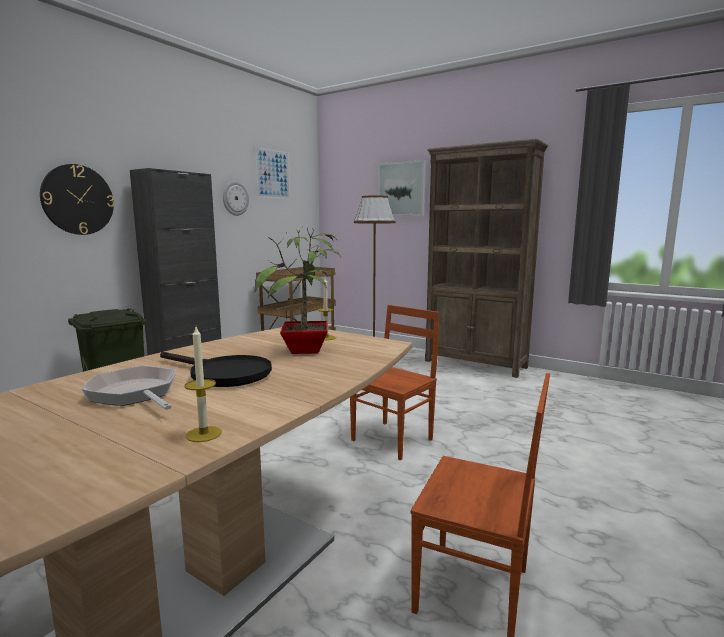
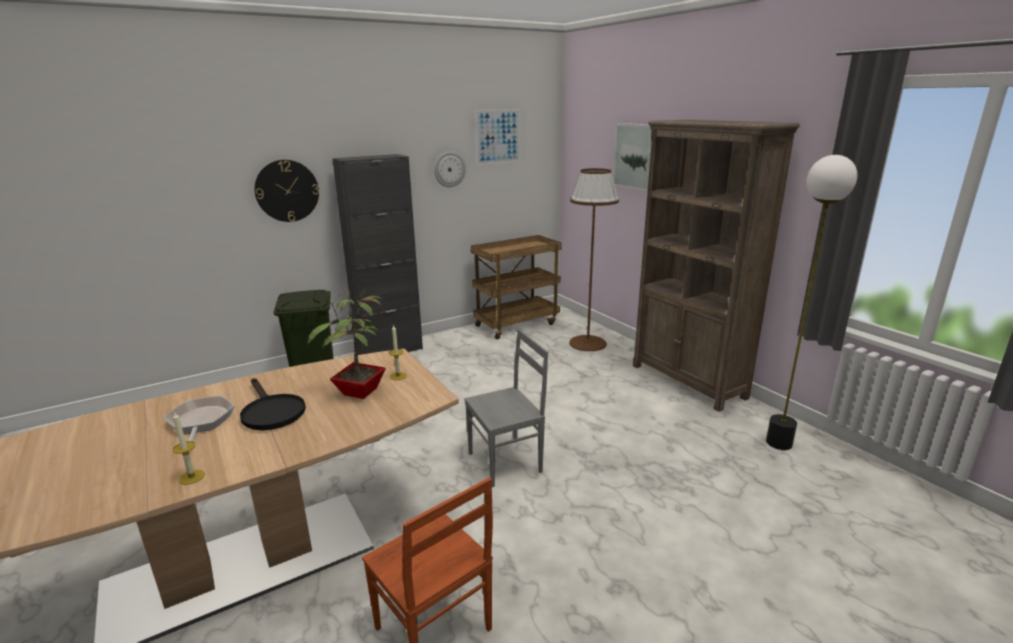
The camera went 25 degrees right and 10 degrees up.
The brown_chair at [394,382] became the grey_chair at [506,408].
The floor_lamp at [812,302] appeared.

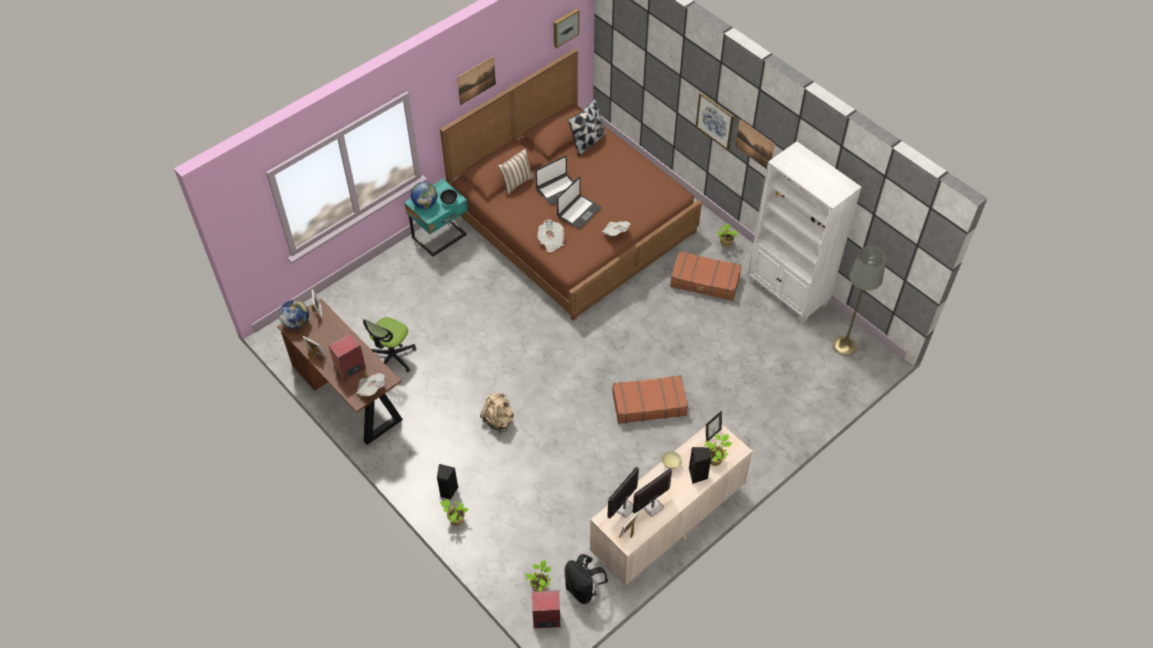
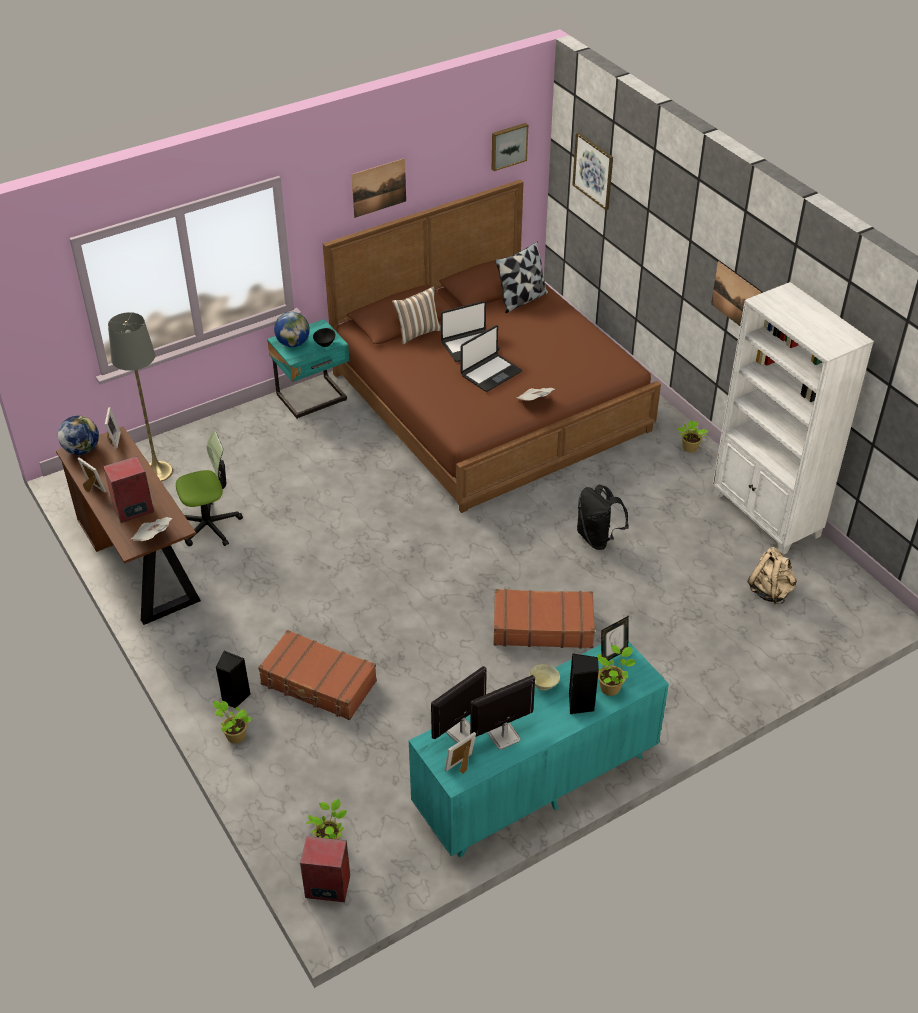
The camera went 10 degrees right and 10 degrees down.
The picture moved from [715,121] to [592,171].
The printed_paper at [550,236] disappeared.
The grey_floor_lamp moved from [859,301] to [140,397].
The brown_suitcase moved from [706,276] to [317,675].
The desk_chair at [389,344] turned 150 degrees counterclockwise.
The sand-coloured_knapsack moved from [497,412] to [772,575].
The sand-coloured_dresser at [671,505] became the blue-green_dresser at [539,749].
The black-coloured_knapsack moved from [586,579] to [603,517].

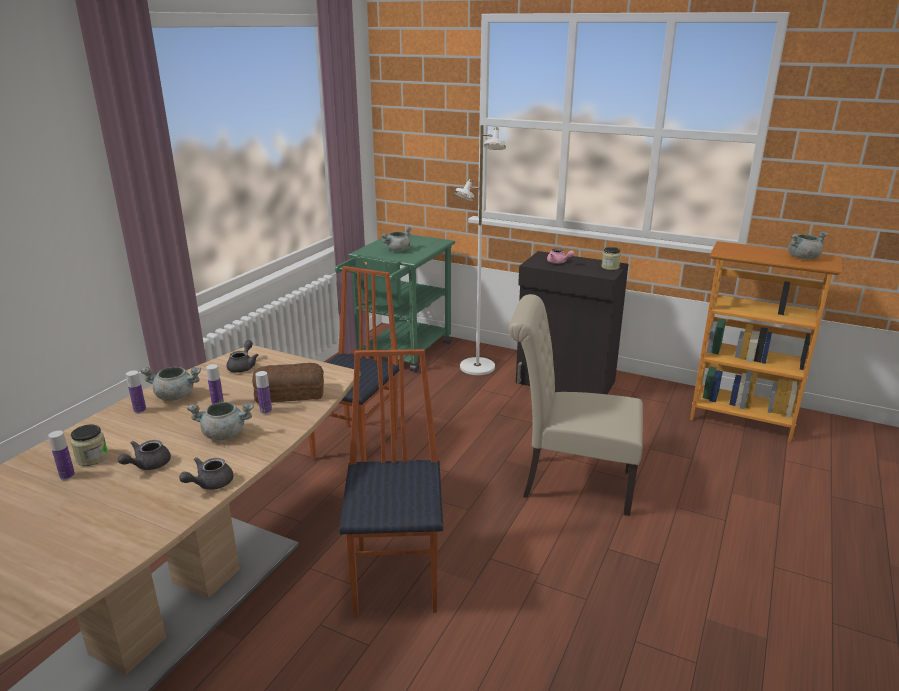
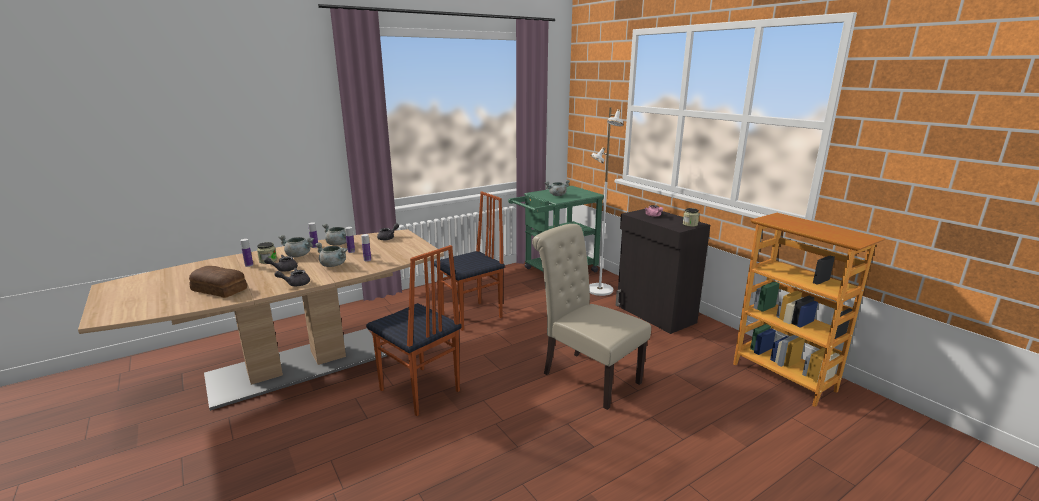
The camera went 30 degrees right and 5 degrees down.
The grey_saucepot moved from [808,245] to [296,246].
The chair at [391,482] turned 105 degrees clockwise.
The bakery_bread moved from [288,383] to [218,282].

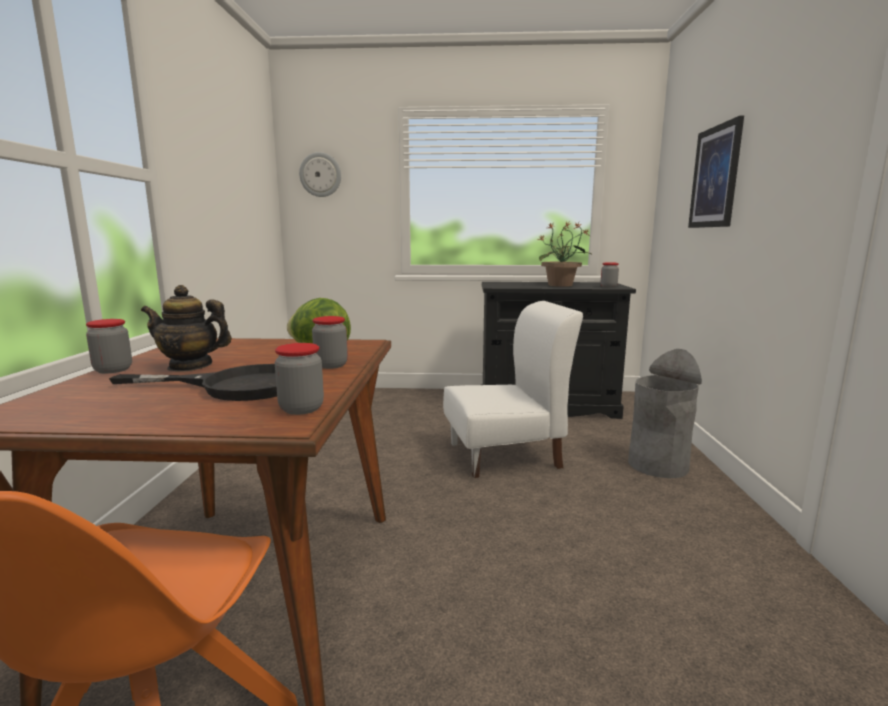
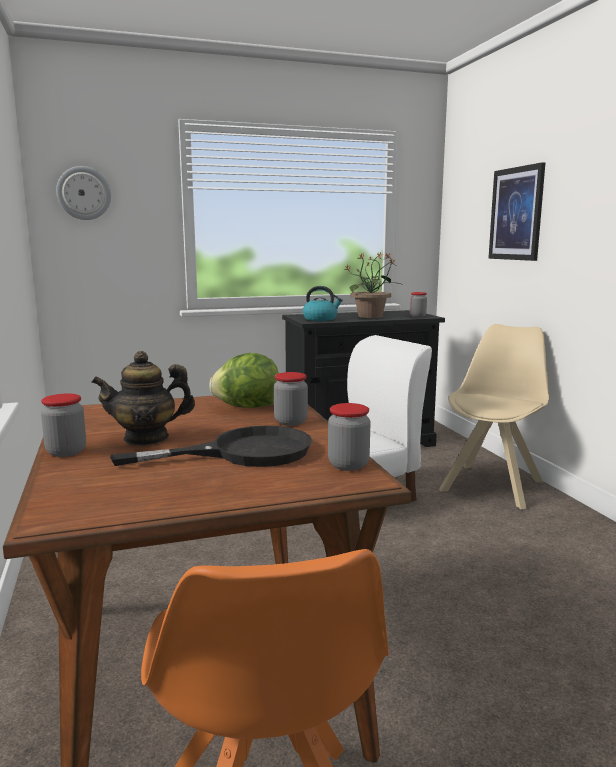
The camera went 20 degrees left and 0 degrees up.
The grey_trash_can at [665,413] was replaced by the sand-coloured_chair at [494,416].
The tea_kettle at [323,303] appeared.

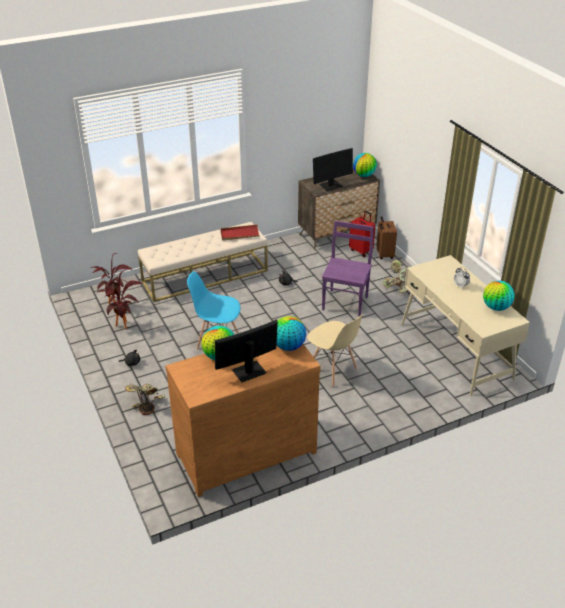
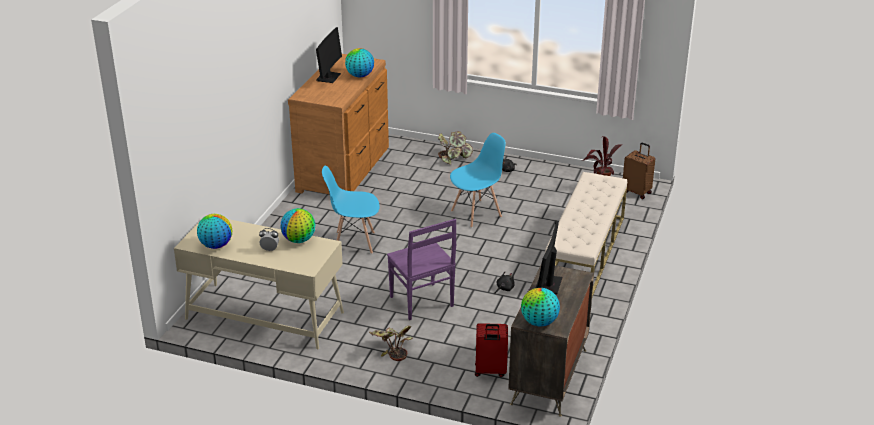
The camera went 135 degrees right and 5 degrees down.
The brown_suitcase moved from [386,237] to [639,171].
The reddish_carrying_tray at [240,233] disappeared.
The potted_plant at [120,300] disappeared.
The sand-coloured_chair at [335,350] became the blue-coloured_chair at [351,210].
The desk_globe moved from [291,333] to [297,225].

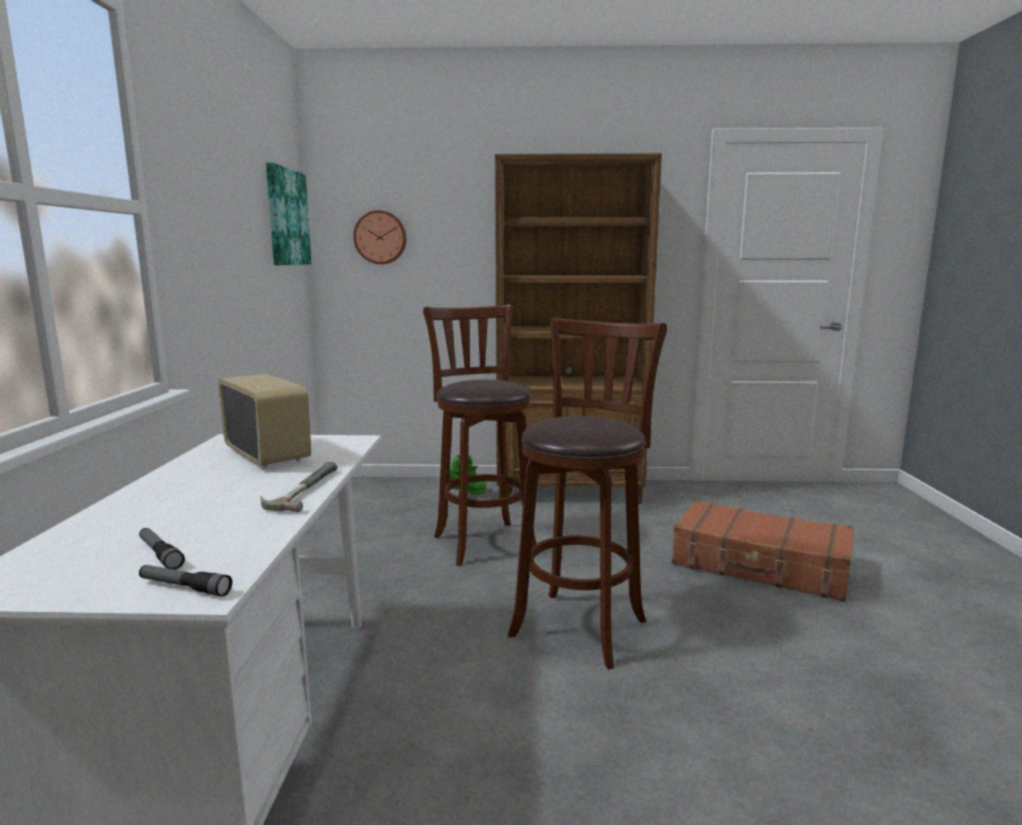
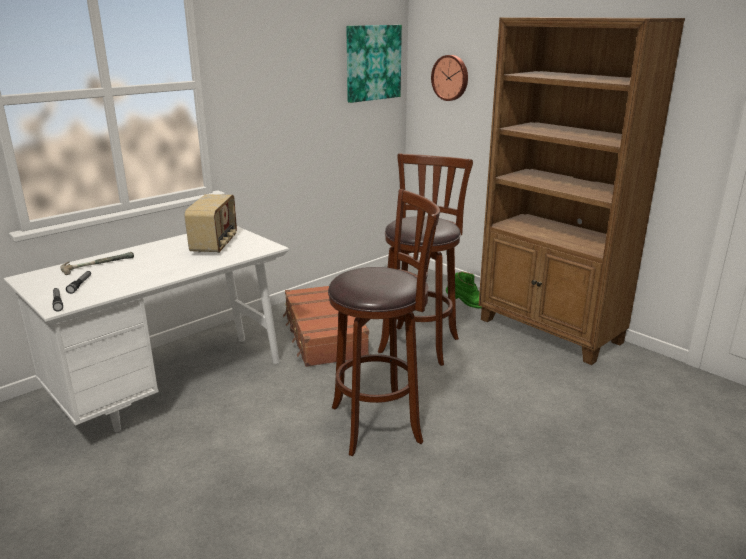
The camera went 45 degrees right and 10 degrees up.
The hammer moved from [298,487] to [97,263].
The brown_suitcase moved from [763,551] to [326,326].

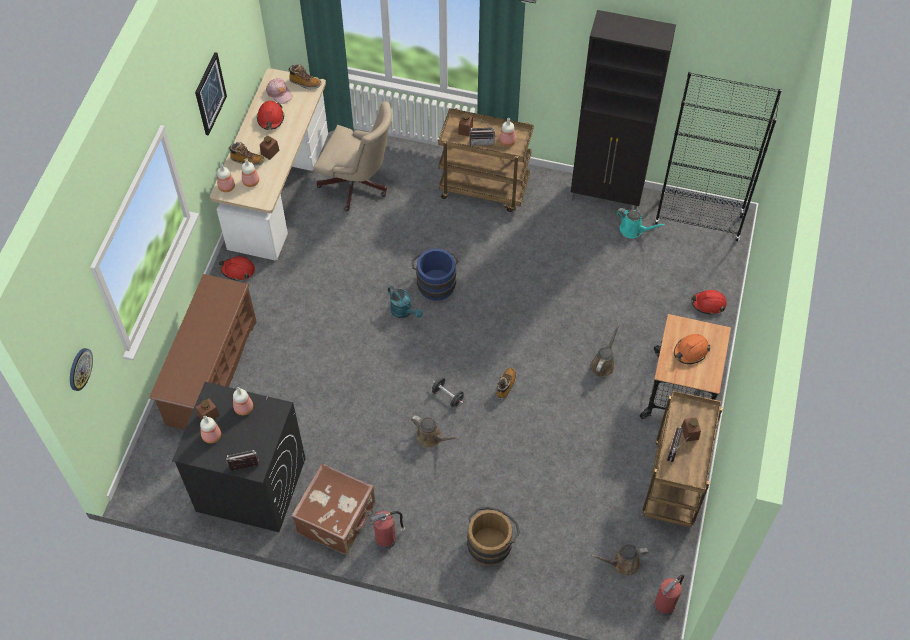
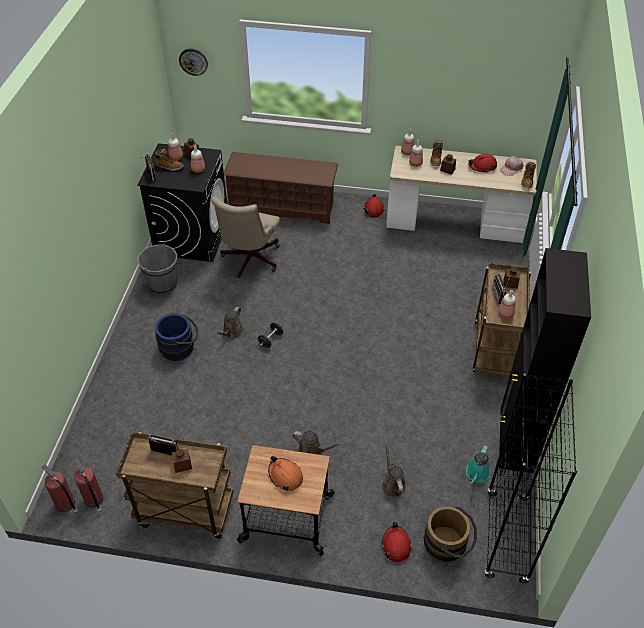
The camera went 85 degrees right and 10 degrees down.
The picture at [211,94] disappeared.
The sand-coloured_desk_chair moved from [352,156] to [246,237].
The blue-coloured_water_bucket moved from [435,275] to [177,336].
The blue-green_watering_pot at [405,302] disappeared.
The boot moved from [506,384] to [169,160].
The brown_suitcase at [333,509] was replaced by the grey_water_bucket at [157,268].
The brown_water_bucket moved from [493,536] to [450,534].
The fire-fighting_cylinder moved from [387,530] to [89,485].
The brown_watering_pot moved from [620,560] to [394,469].

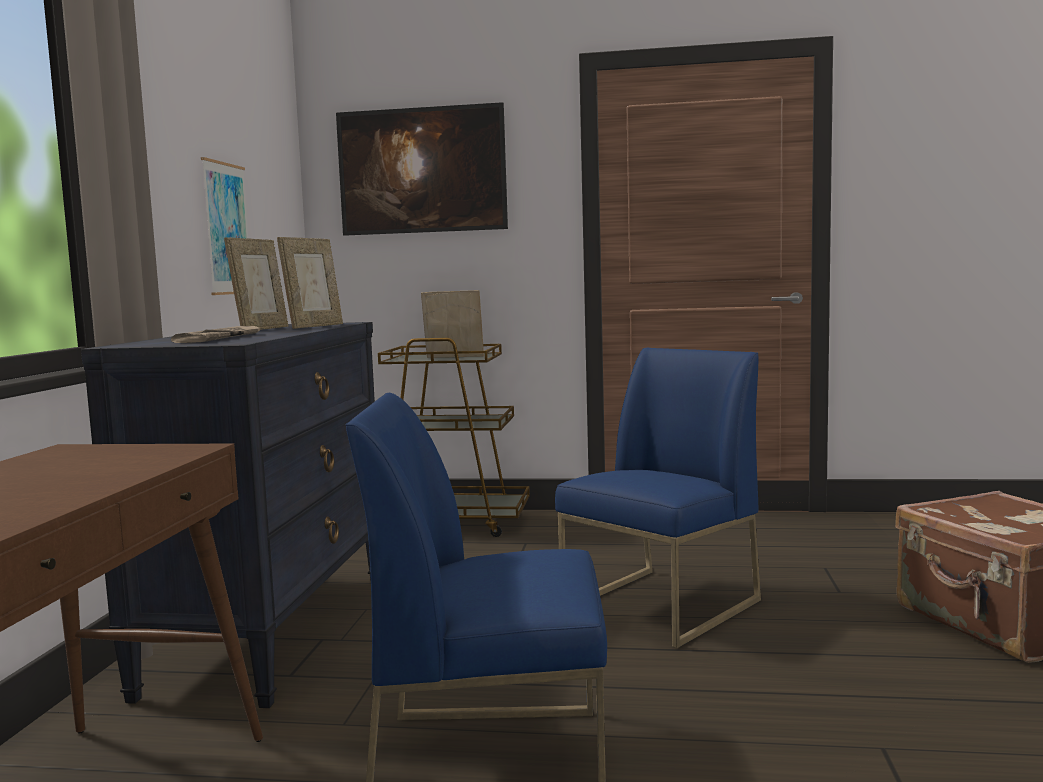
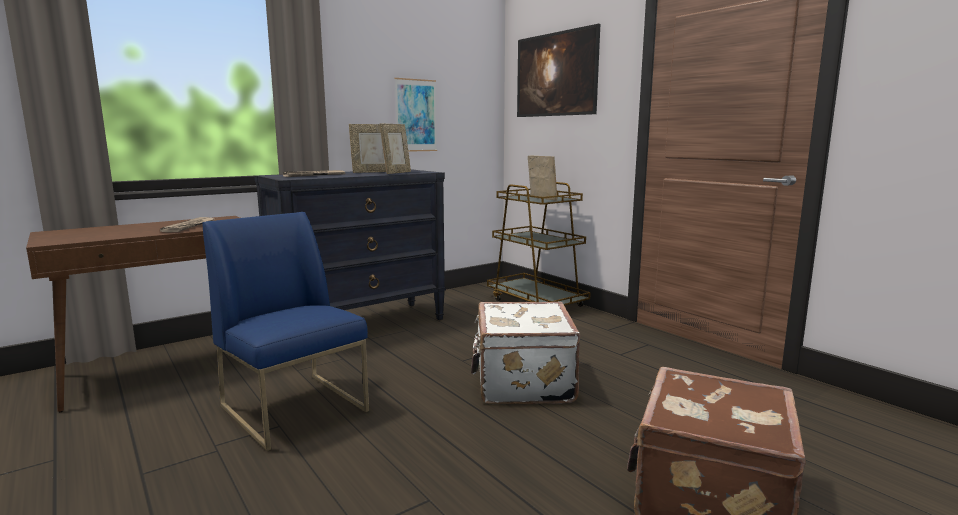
The camera went 45 degrees right and 5 degrees up.
The standing_frame at [310,283] turned 45 degrees counterclockwise.
The blue-coloured_chair at [658,498] was replaced by the white-coloured_suitcase at [525,353].
The printed_paper at [187,224] appeared.

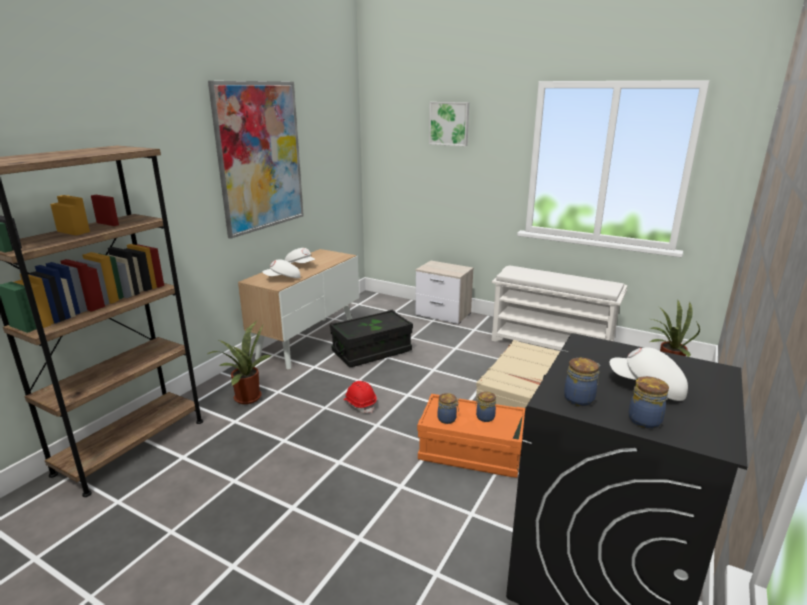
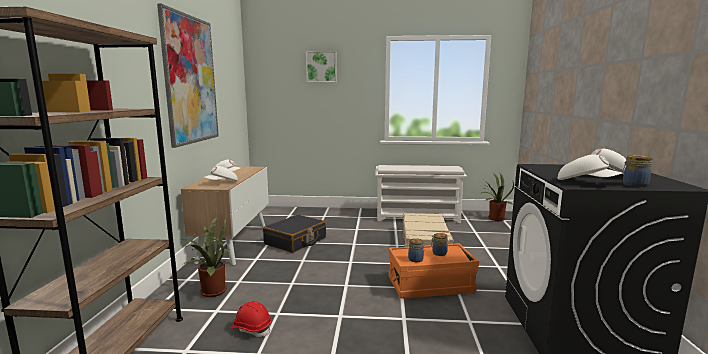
The camera went 25 degrees left and 10 degrees down.
The night_table at [445,292] disappeared.
The black-coloured_storage_bin at [371,338] was replaced by the black-coloured_suitcase at [294,234].
The storage_jar at [582,382] was replaced by the white-coloured_cap at [589,167].
The reddish_safety_helmet moved from [360,397] to [251,319].

